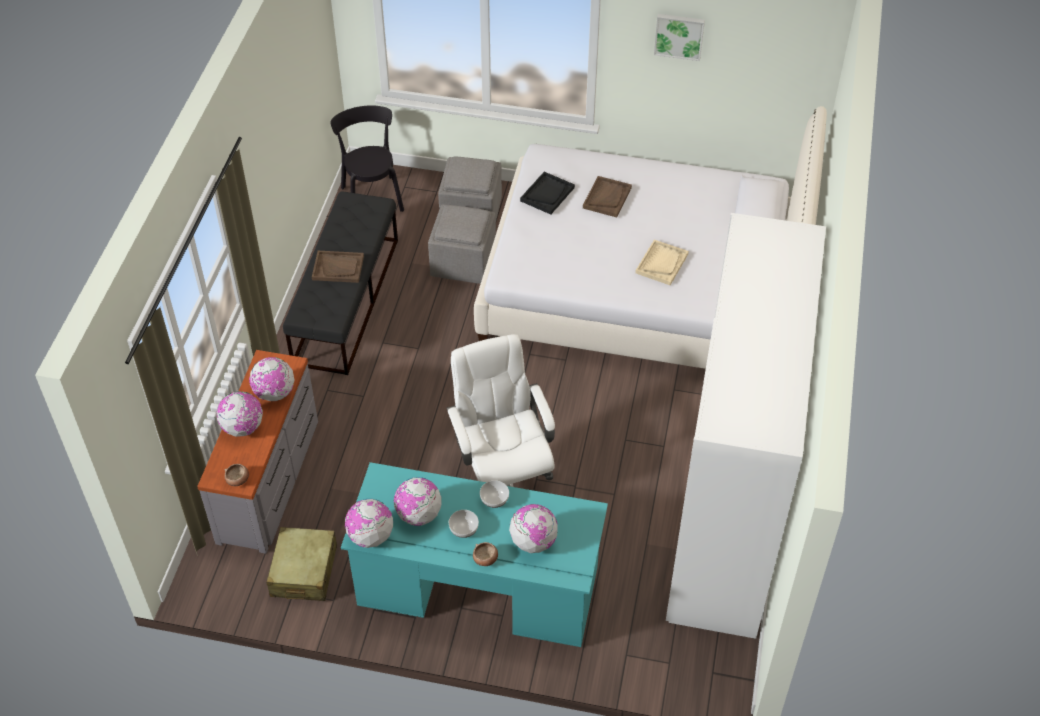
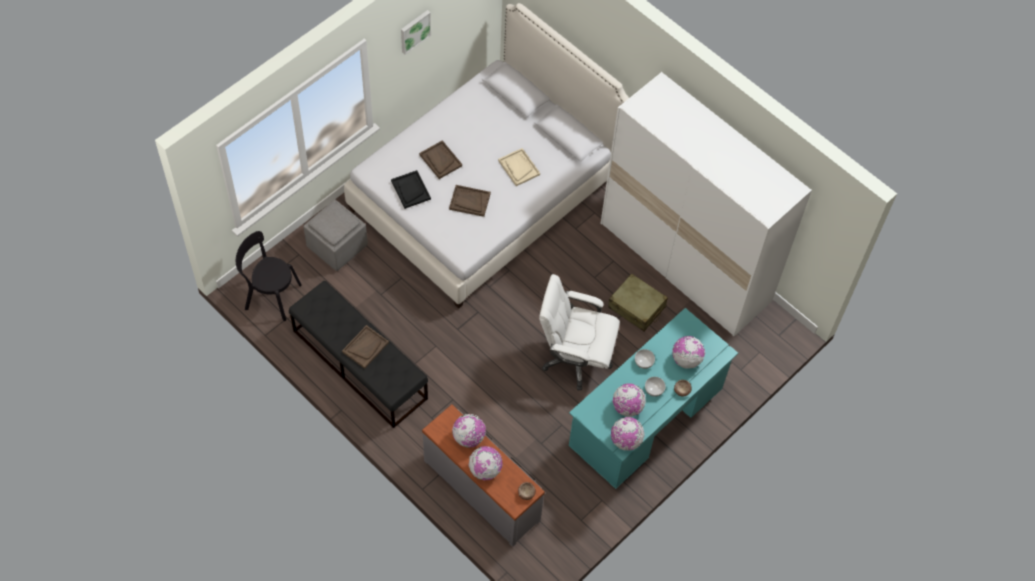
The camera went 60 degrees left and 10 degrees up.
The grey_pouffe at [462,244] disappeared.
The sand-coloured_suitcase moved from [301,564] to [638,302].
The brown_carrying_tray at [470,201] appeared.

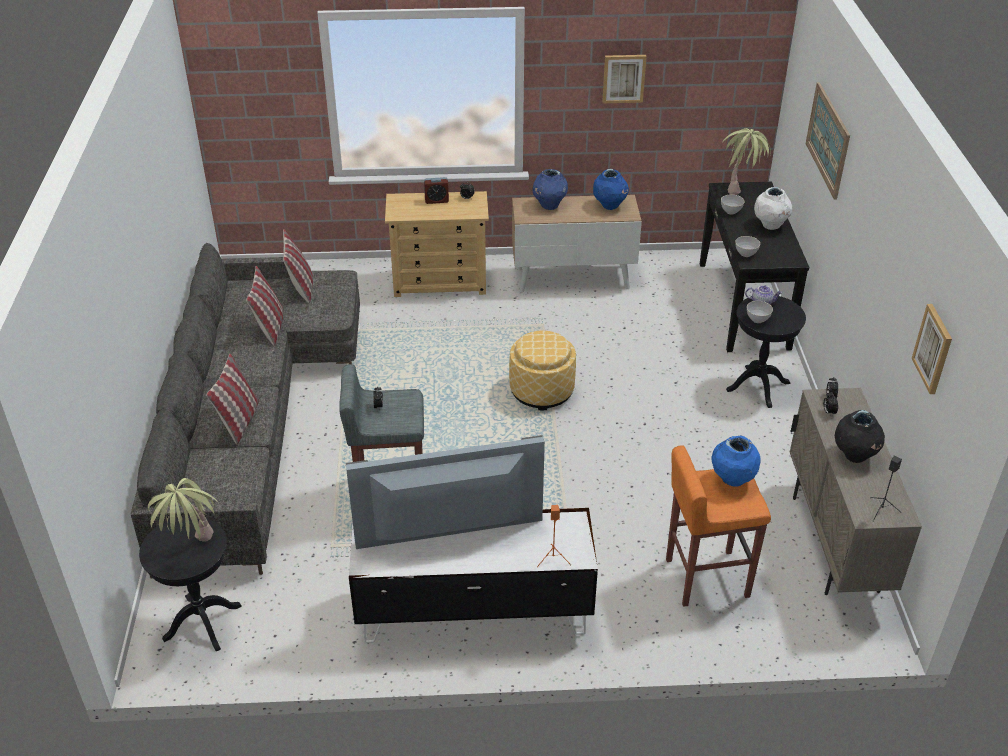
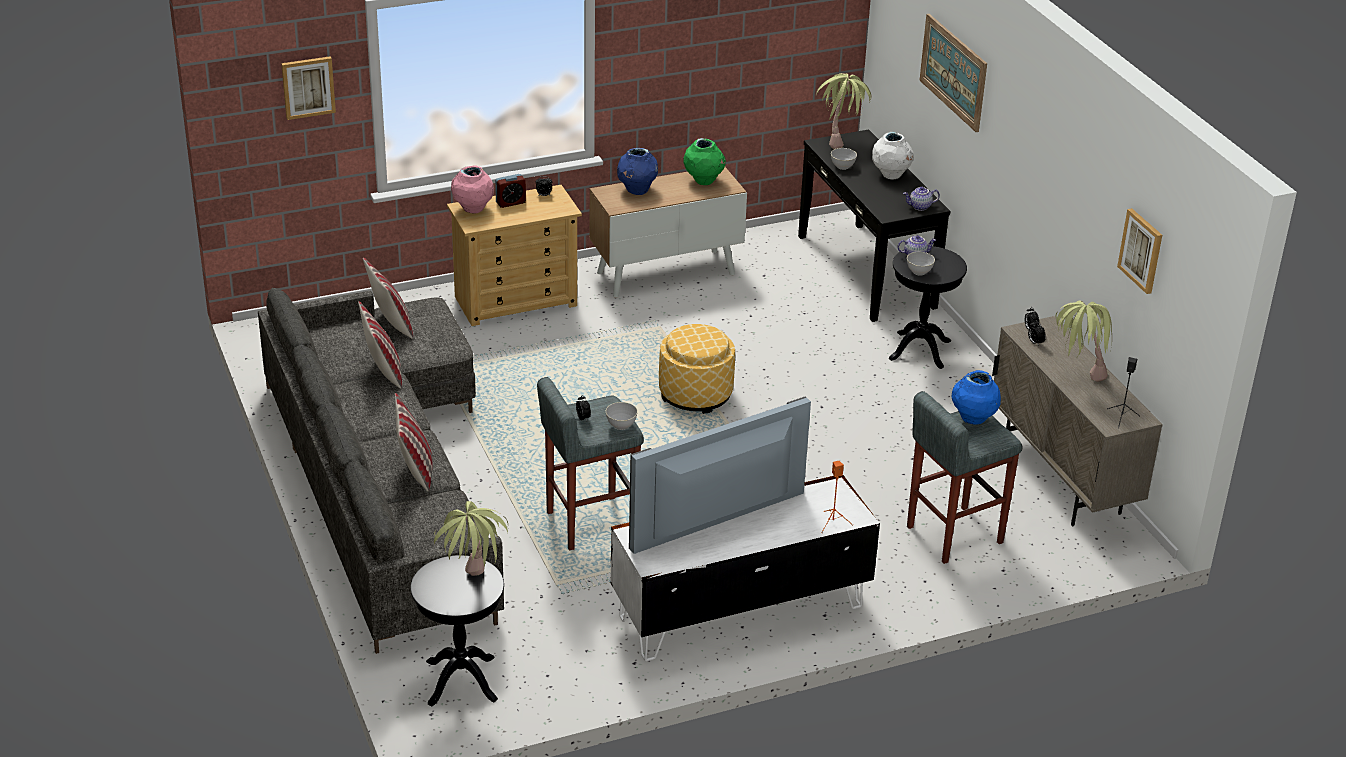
The camera went 20 degrees left and 5 degrees down.
The picture moved from [624,79] to [308,88].
The blue-coloured_vase at [611,189] became the greenish_vase at [705,161].
The grey_deep_dish moved from [747,246] to [622,416].
The black-coloured_vase at [860,436] was replaced by the potted_plant at [1084,341].
The orangey_stool_seat at [718,526] became the grey_stool_seat at [964,477].
The pink_vase at [472,189] appeared.
The teapot at [921,199] appeared.

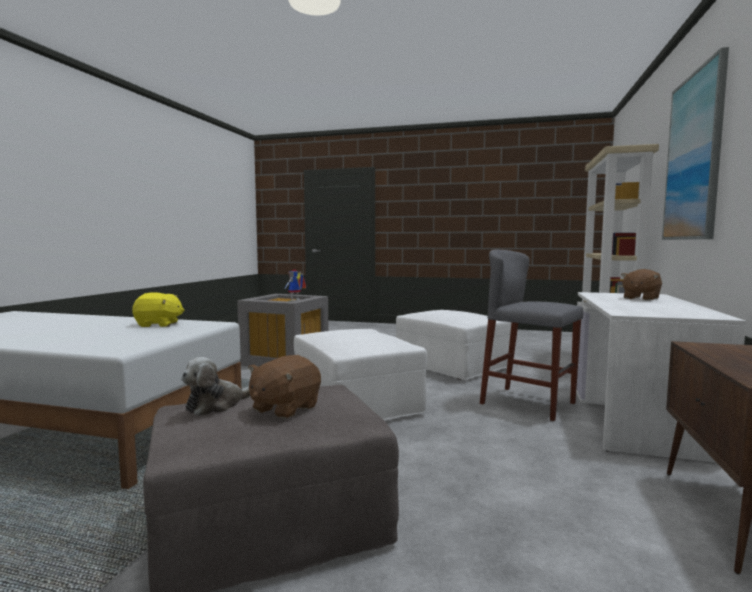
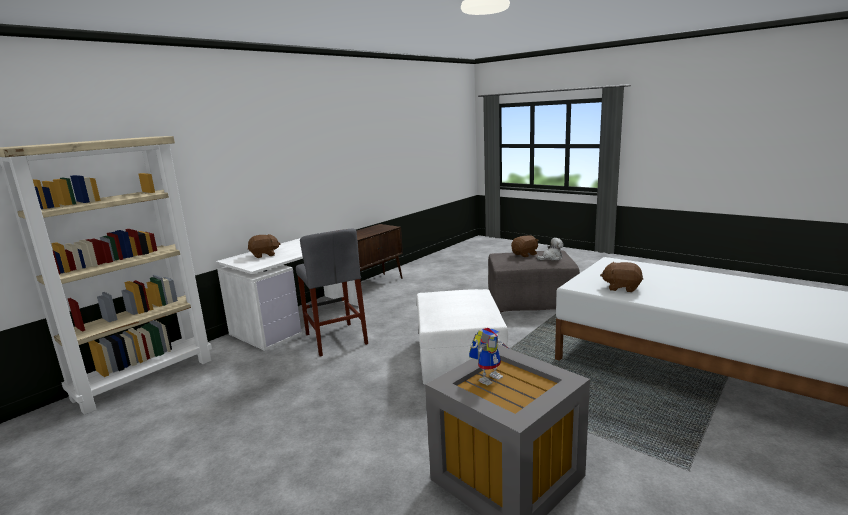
The camera went 155 degrees left and 10 degrees up.
The picture at [695,143] disappeared.
The yellow_cuddly_toy at [158,309] became the brown_cuddly_toy at [621,277].
The white-coloured_pouffe at [453,345] disappeared.

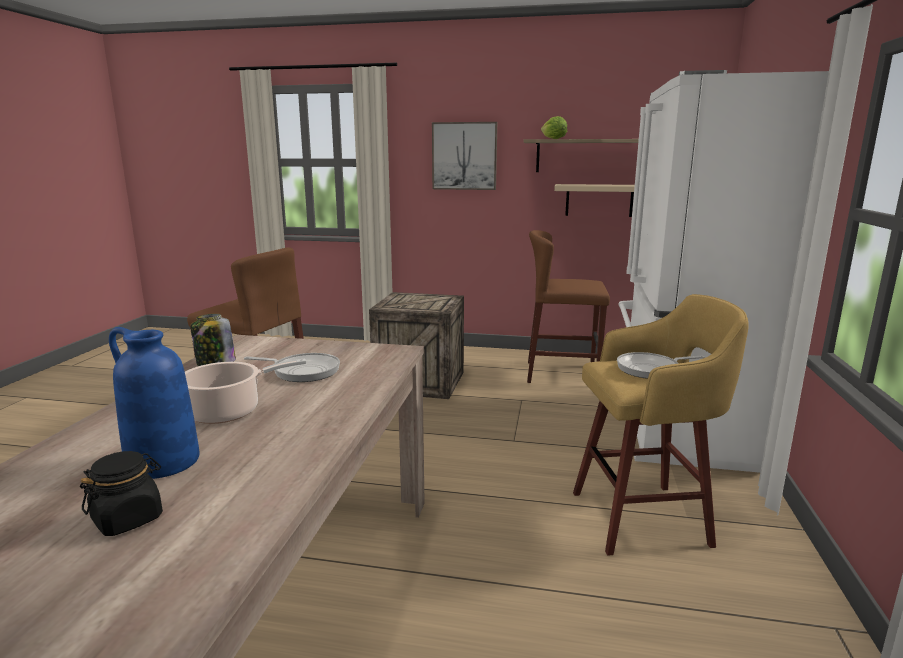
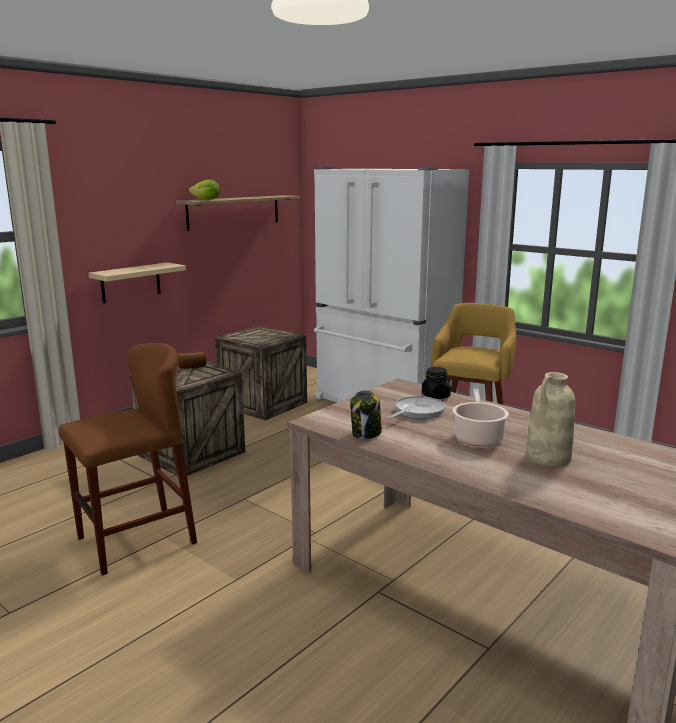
The camera went 60 degrees left and 0 degrees up.
The picture at [464,156] disappeared.
The sand-coloured_wall_shelf moved from [594,200] to [137,282].
The brown_stool_seat at [568,306] was replaced by the packing_crate at [261,373].
The blue-coloured_vase at [154,403] became the sand-coloured_vase at [550,419].
The frying_pan at [661,365] disappeared.
The black-coloured_storage_jar moved from [121,493] to [436,383].
The bakery_bread at [192,360] appeared.

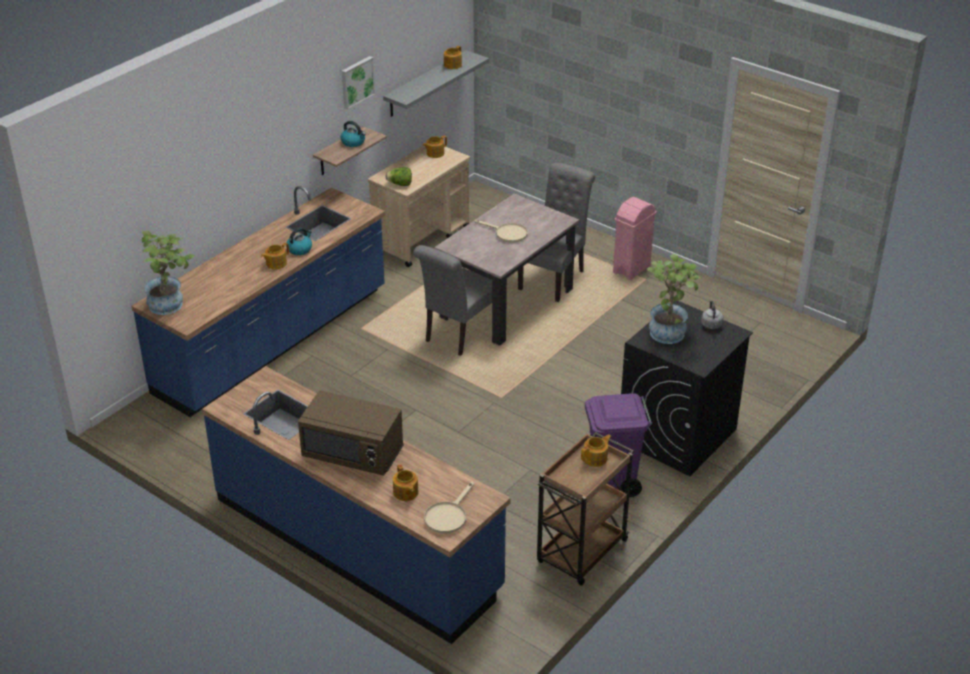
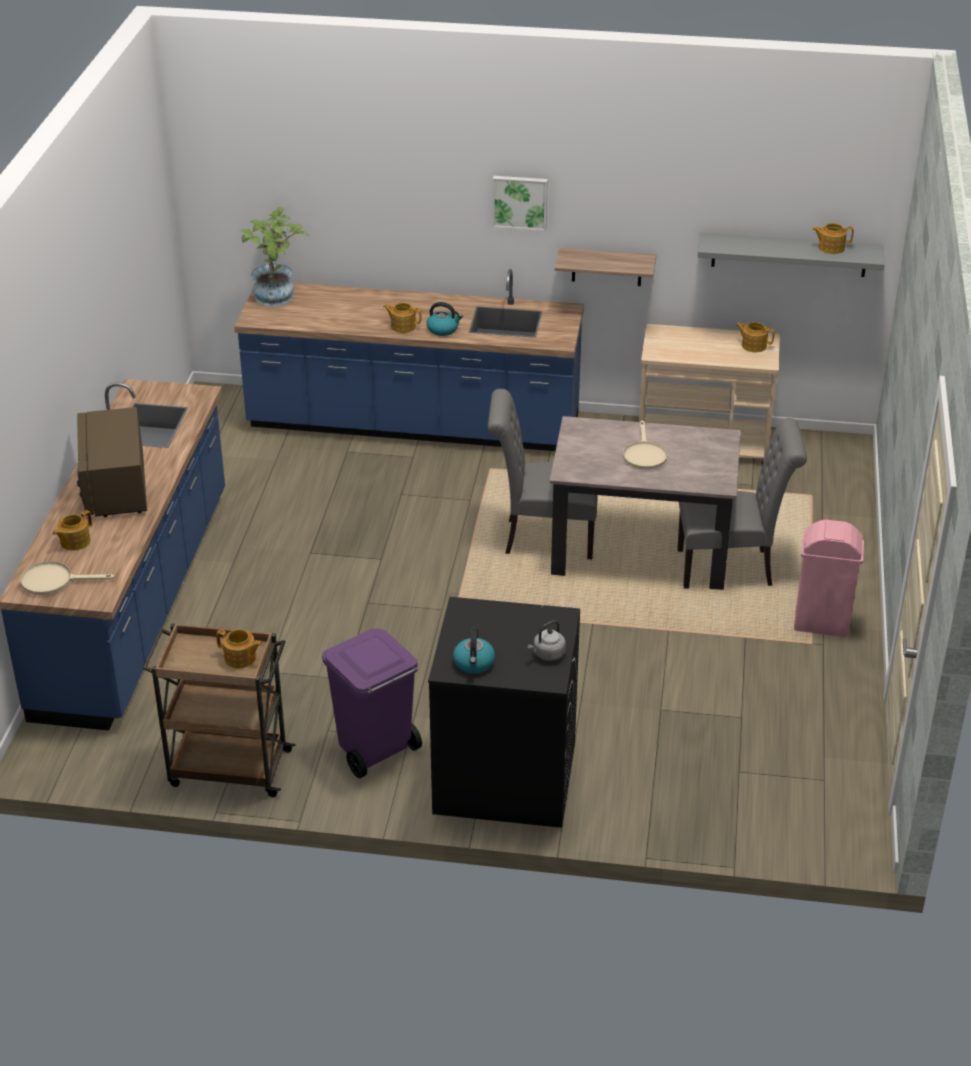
The camera went 60 degrees right and 0 degrees up.
The picture moved from [358,83] to [520,203].
The tea_kettle moved from [353,134] to [474,651].
The head_of_lettuce at [398,176] disappeared.
The potted_plant at [674,299] disappeared.

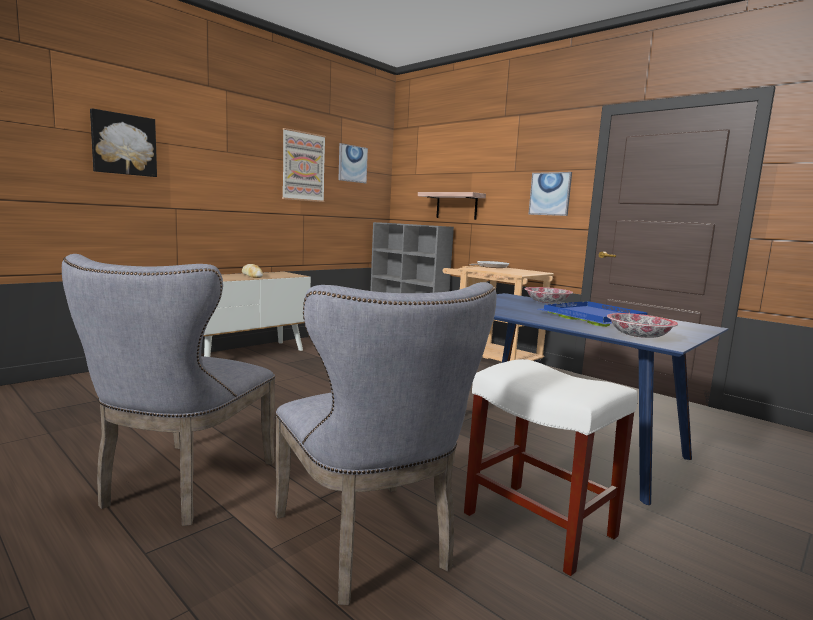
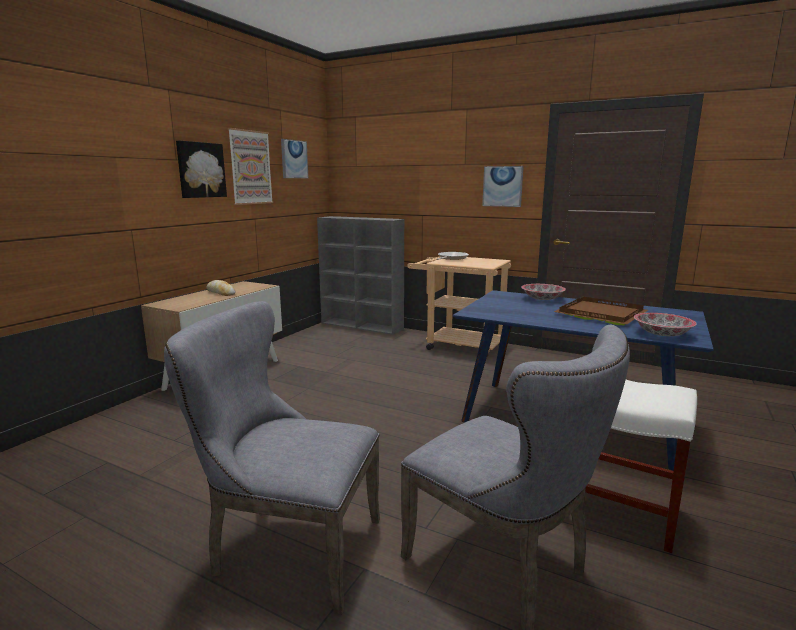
The camera went 15 degrees left and 5 degrees up.
The picture moved from [123,142] to [201,169].
The wall_shelf at [452,206] disappeared.
The grey_chair at [168,390] turned 105 degrees clockwise.
The blue-coloured_carrying_tray at [593,314] became the brown_carrying_tray at [601,311].

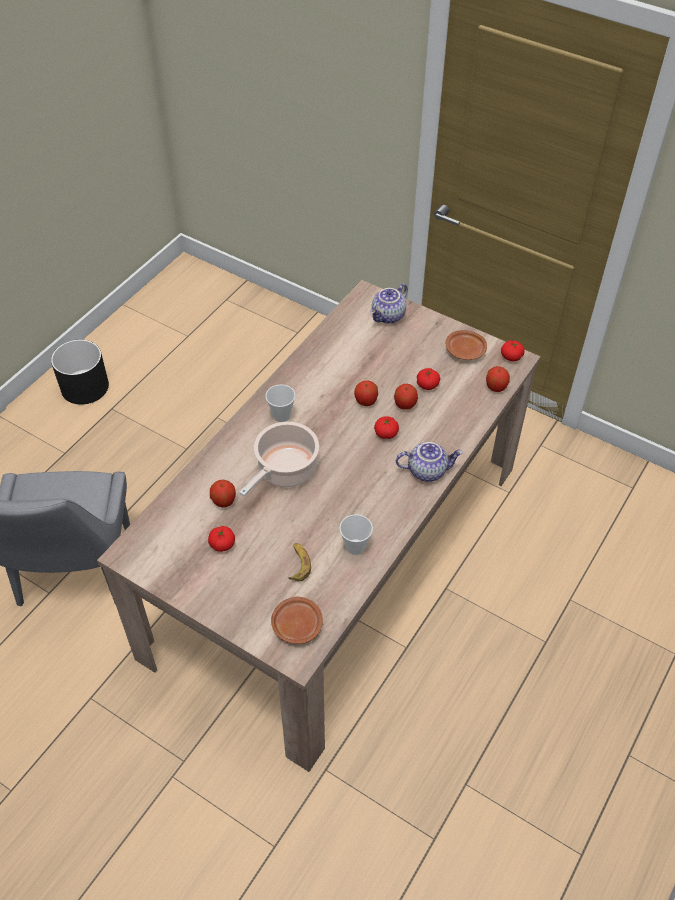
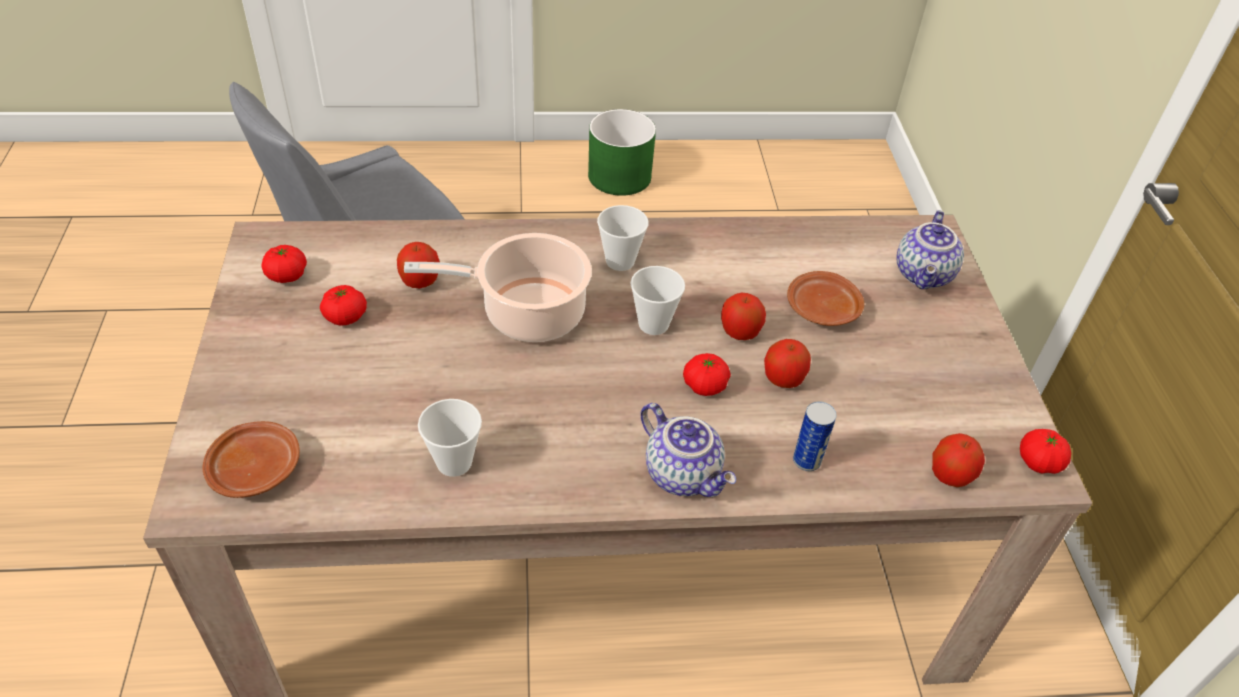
The camera went 50 degrees right and 5 degrees down.
The teapot at [389,303] turned 75 degrees counterclockwise.
The brown_flat_dish moved from [466,345] to [825,298].
The black-coloured_flower_pot at [80,372] became the greenish_flower_pot at [622,152].
The fresh_tomato moved from [428,379] to [284,264].
The whole_banana at [299,562] disappeared.
The cup at [657,300] appeared.
The sealed_can at [814,436] appeared.

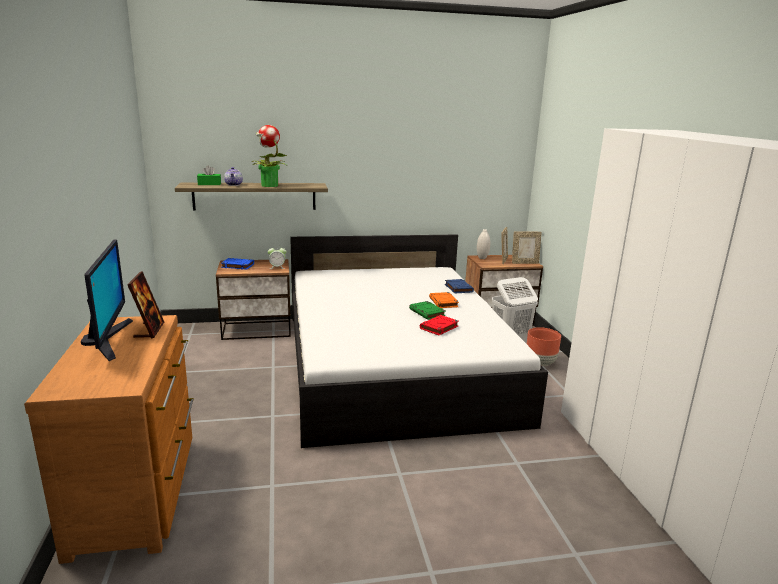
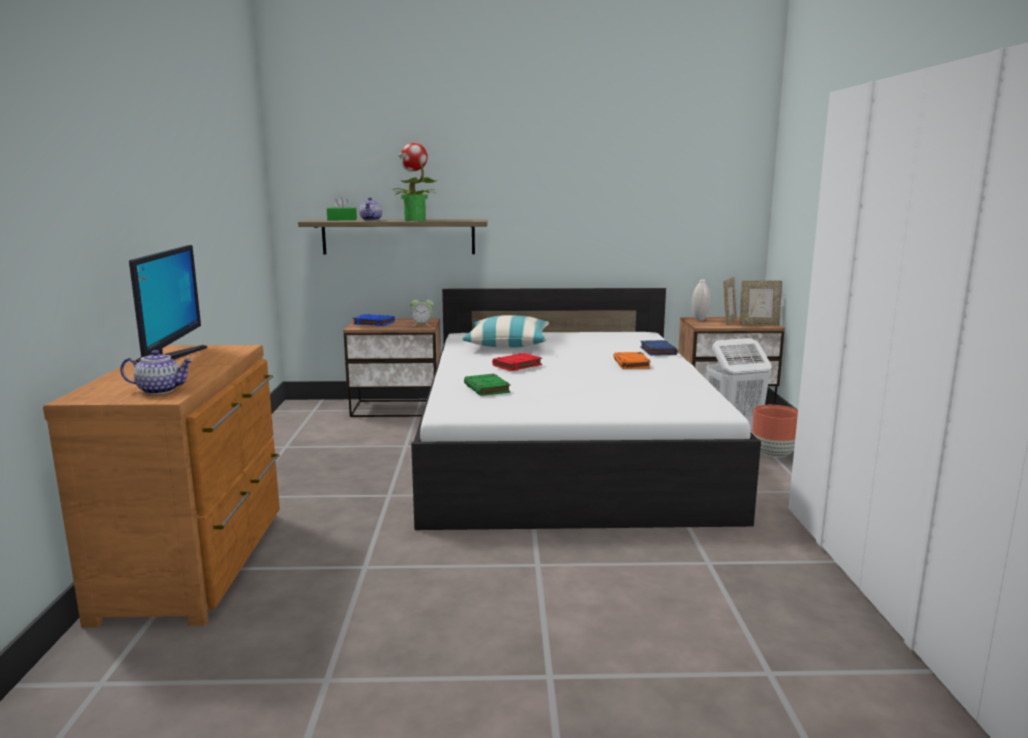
The camera went 10 degrees right and 5 degrees down.
The standing_frame at [145,305] disappeared.
The greenish_book moved from [427,310] to [487,385].
The reddish_book moved from [439,325] to [517,362].
The cushion at [506,331] appeared.
The teapot at [156,372] appeared.

